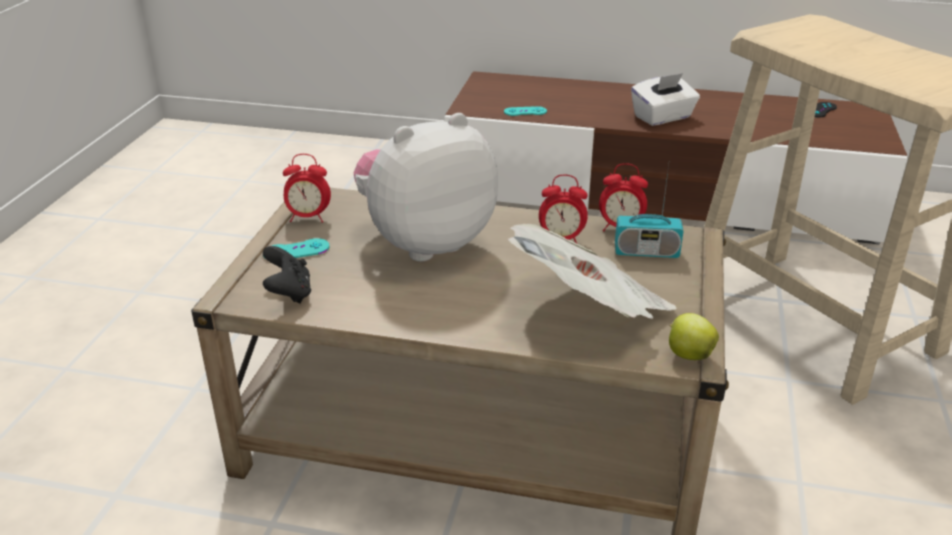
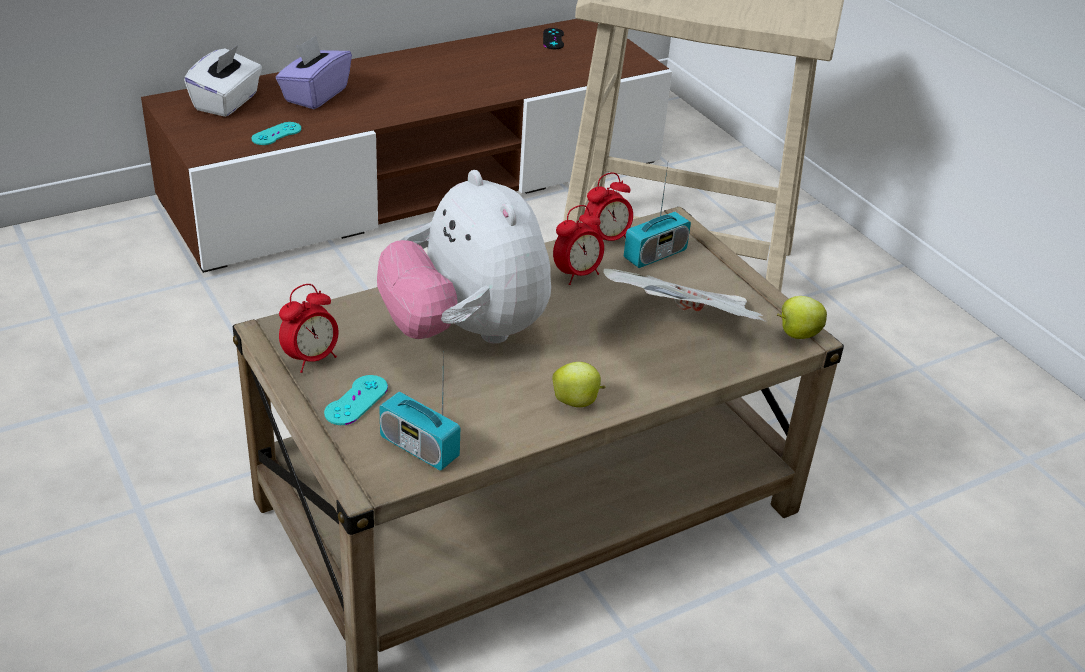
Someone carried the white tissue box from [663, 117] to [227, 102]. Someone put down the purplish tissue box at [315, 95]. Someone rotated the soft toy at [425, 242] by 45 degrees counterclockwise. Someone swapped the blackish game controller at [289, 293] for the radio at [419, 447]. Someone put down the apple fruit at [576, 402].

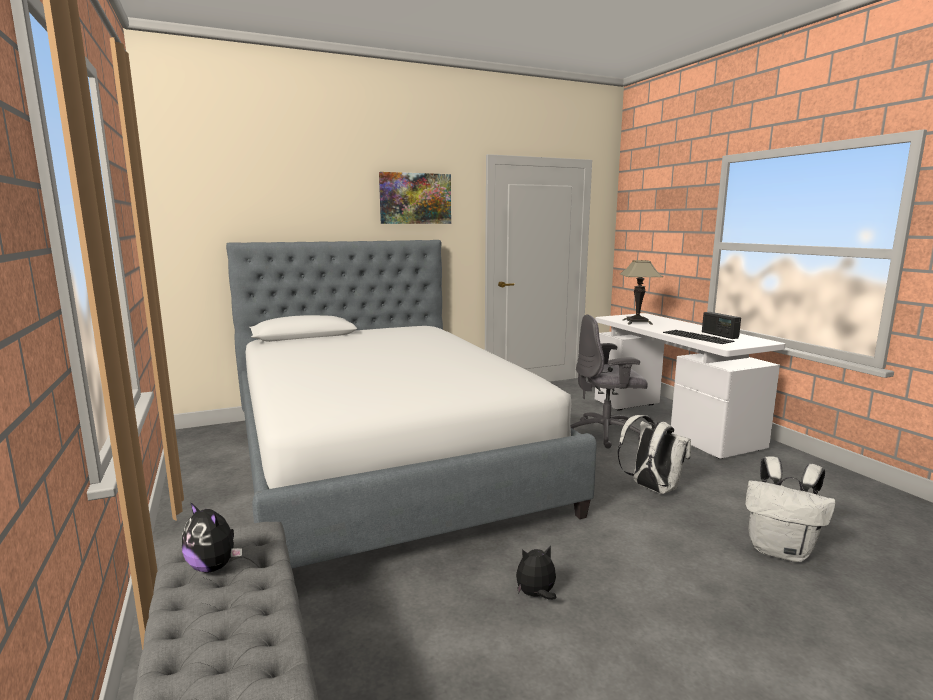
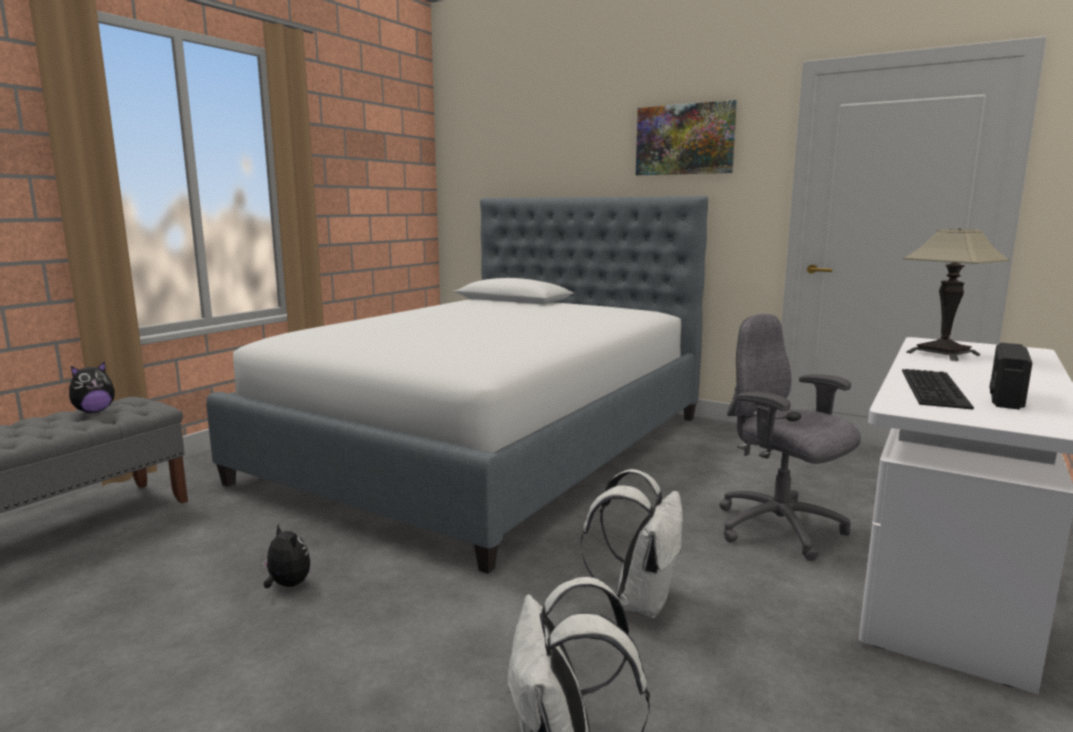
Someone rotated the soft toy at [214, 566] by 135 degrees counterclockwise.

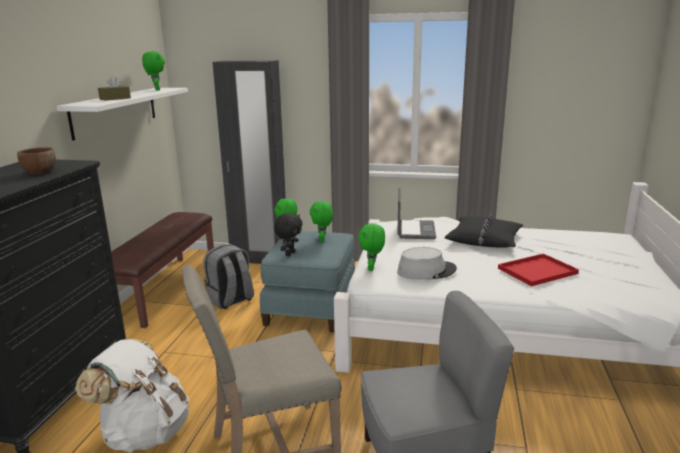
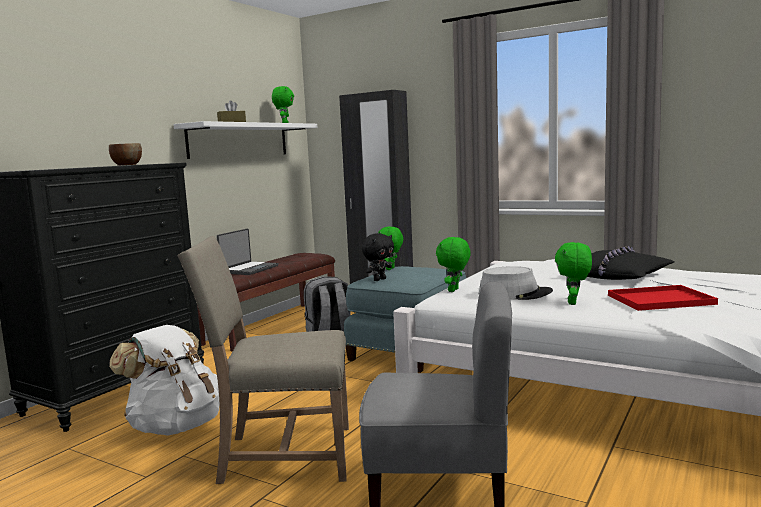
Someone carried the portable computer from [414, 230] to [249, 269]. Someone carried the green soft toy from [322, 240] to [573, 303].

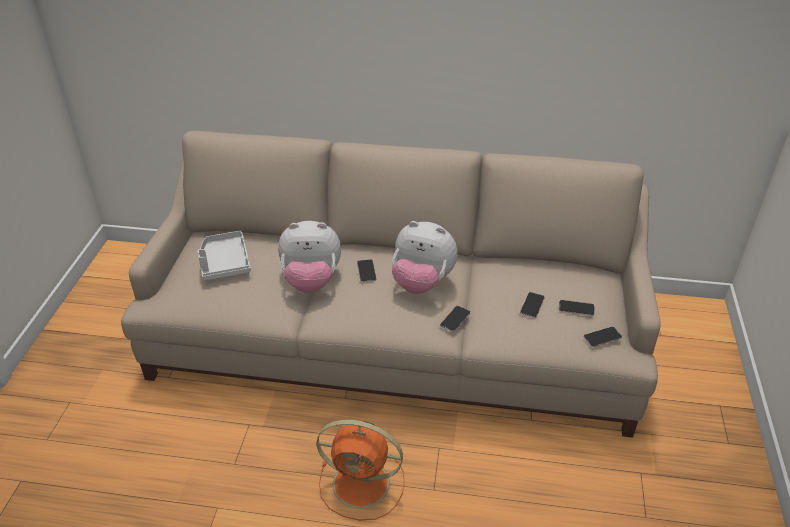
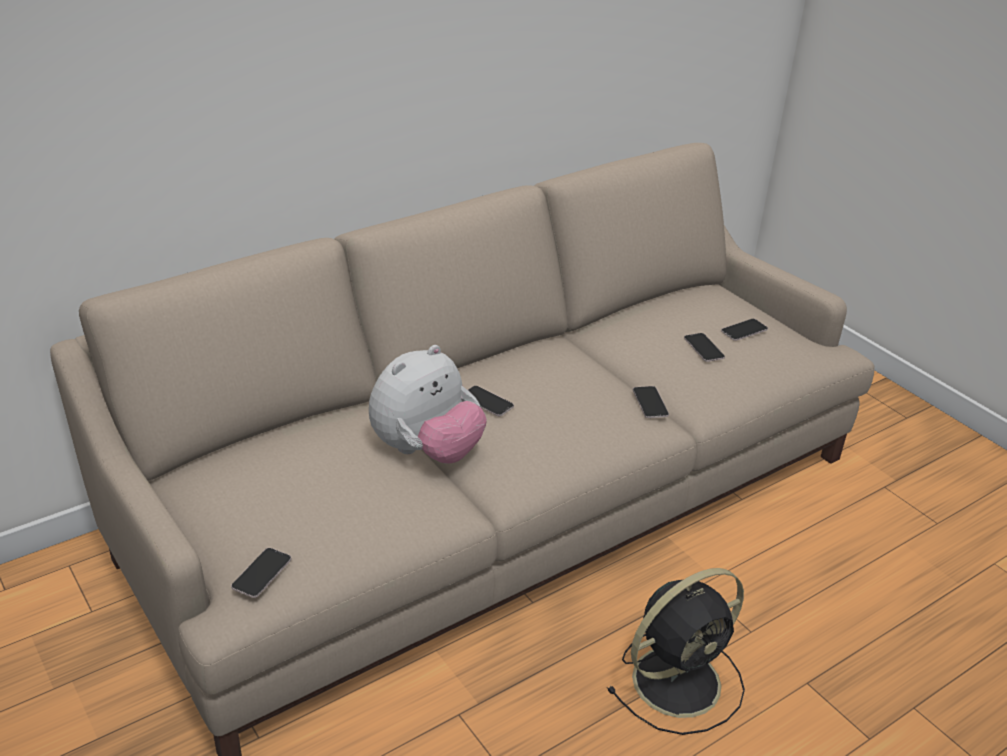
Someone carried the telephone from [602, 337] to [262, 573]. Someone repainted the orange-coloured cooling fan at [363, 484], which became the blackish cooling fan at [679, 680]. Someone took away the greyish carrying tray at [224, 263]. Someone took away the soft toy at [422, 283].

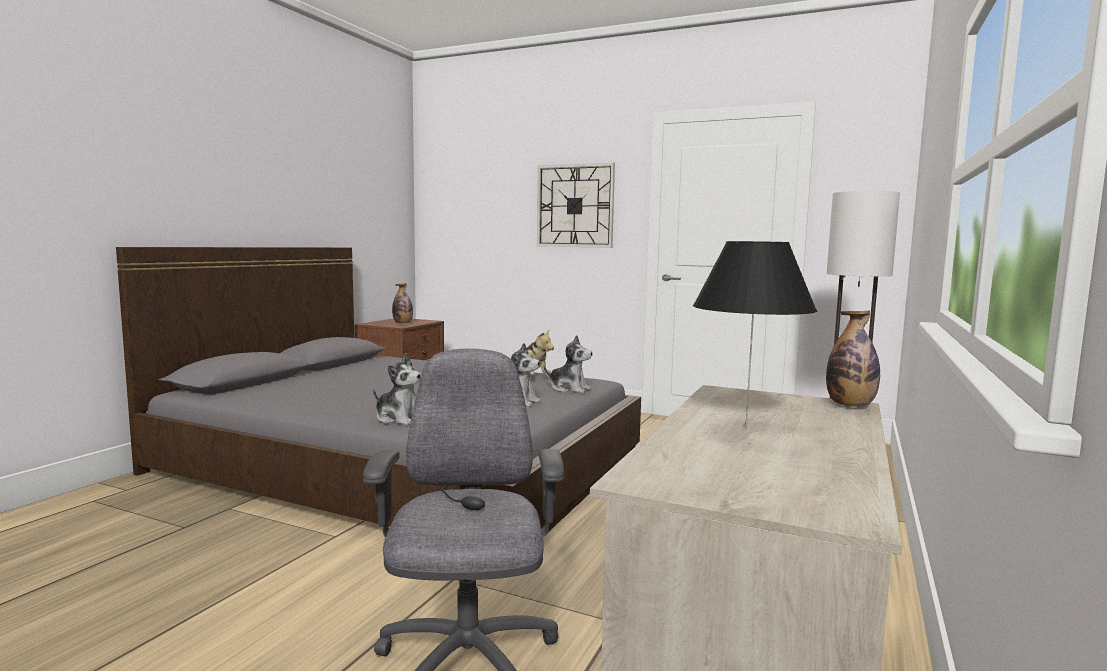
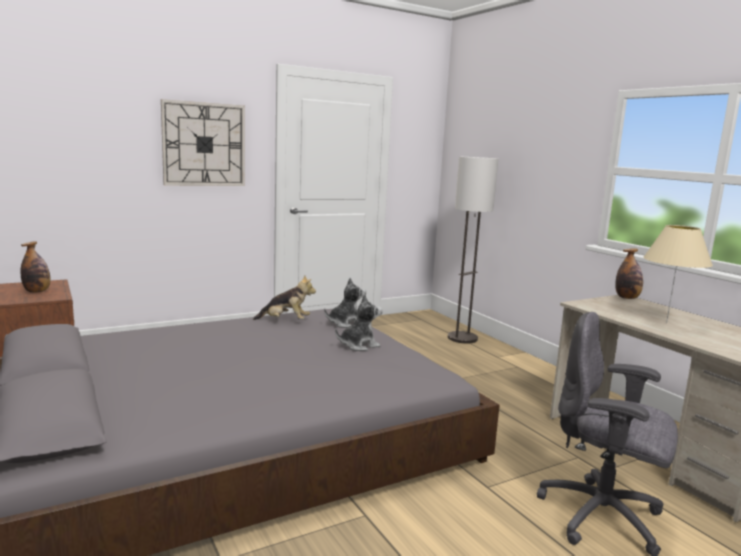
Someone repainted the blackish lamp for a table at [745, 428], which became the beige-coloured lamp for a table at [666, 323]. Someone took away the soft toy at [399, 419].

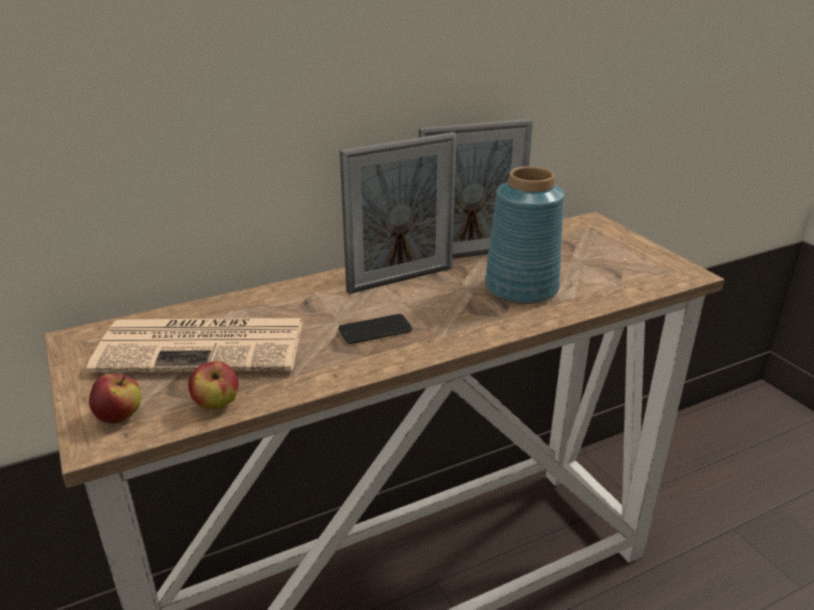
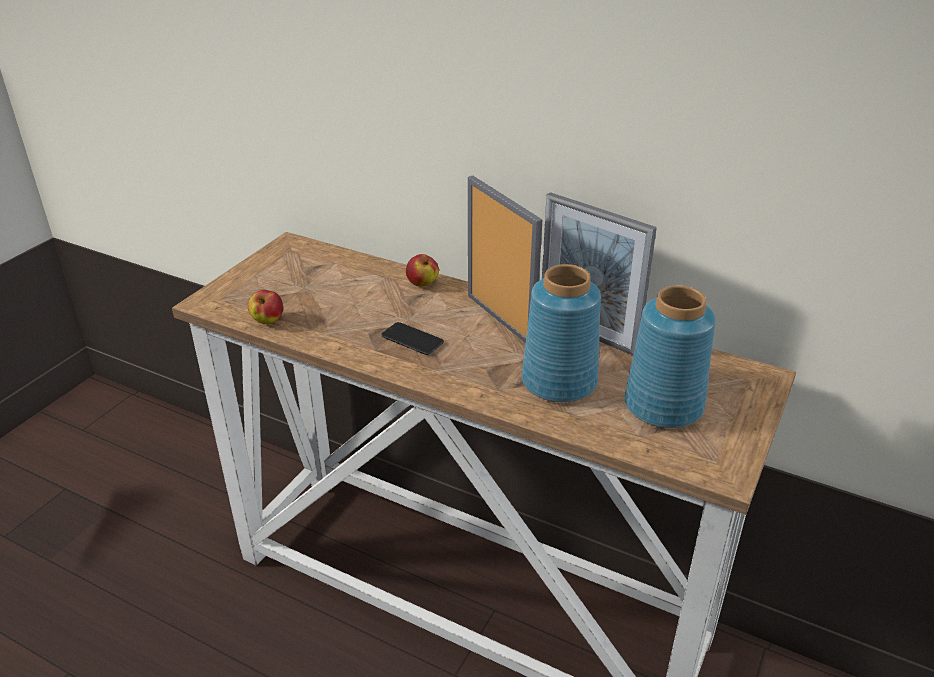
Someone carried the apple fruit from [120, 417] to [422, 284]. Someone rotated the standing frame at [400, 279] by 150 degrees counterclockwise. Someone put down the blue vase at [665, 405]. Someone took away the printed paper at [206, 346].

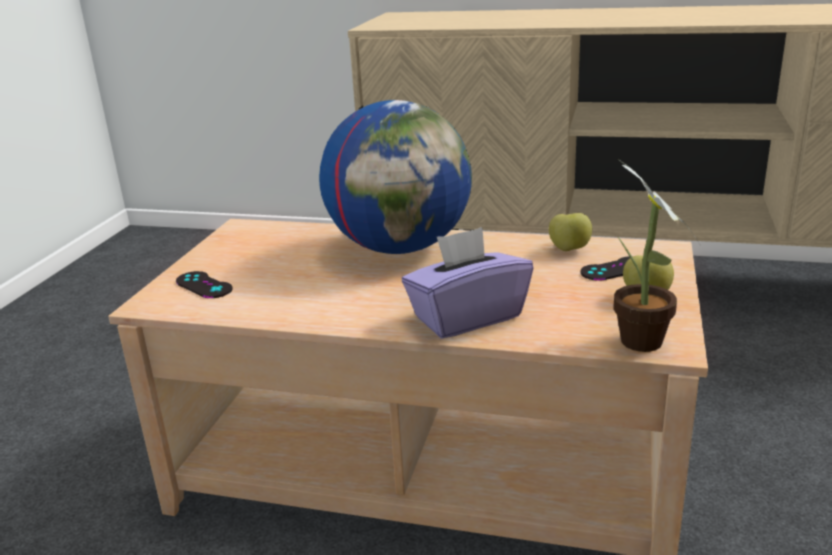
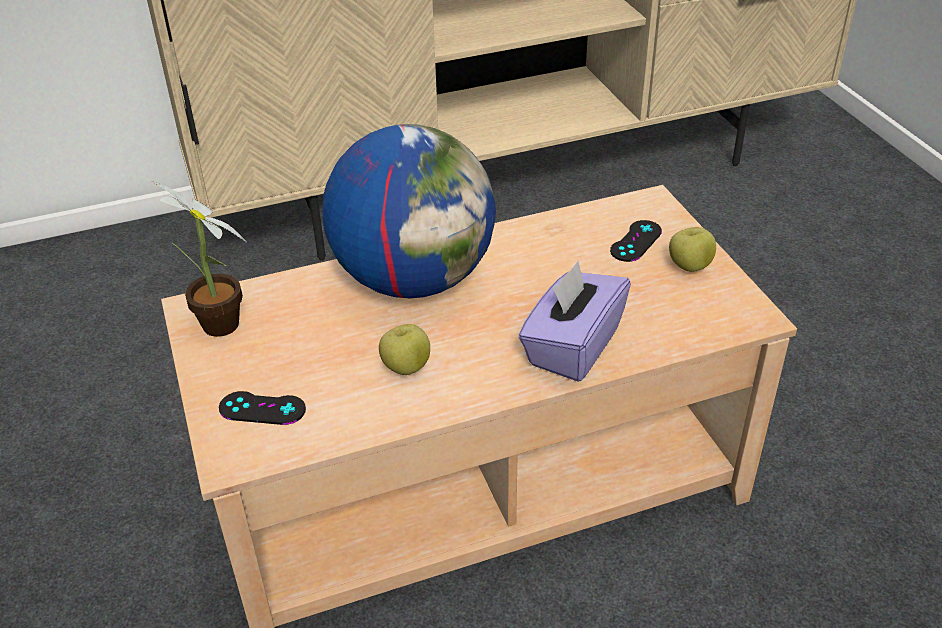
Someone carried the potted plant from [641, 345] to [222, 329]. Someone carried the apple fruit from [569, 250] to [406, 367].

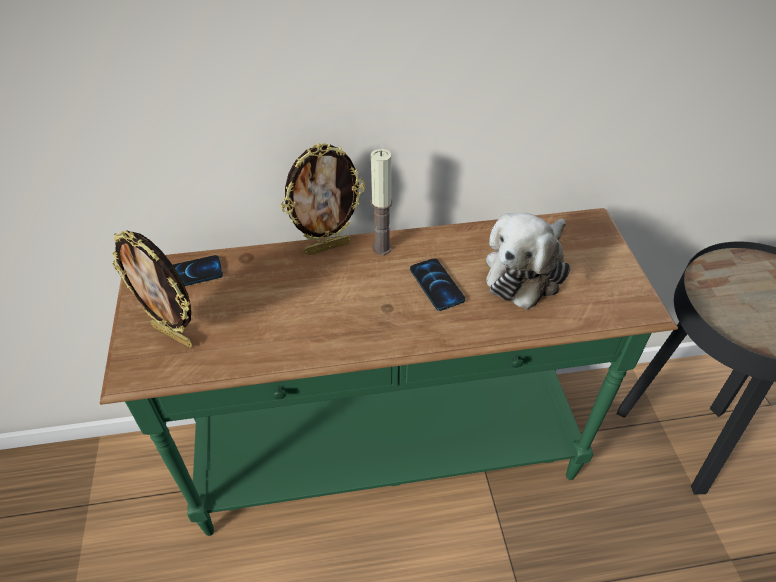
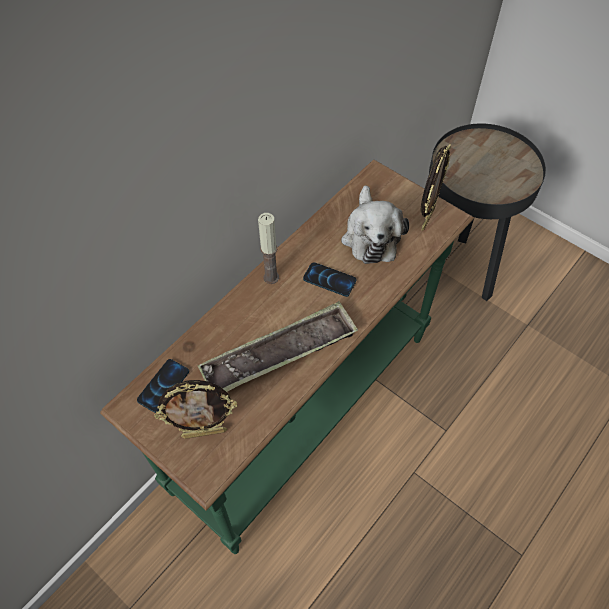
Someone put down the carrying tray at [280, 354]. Someone carried the standing frame from [327, 247] to [426, 218].

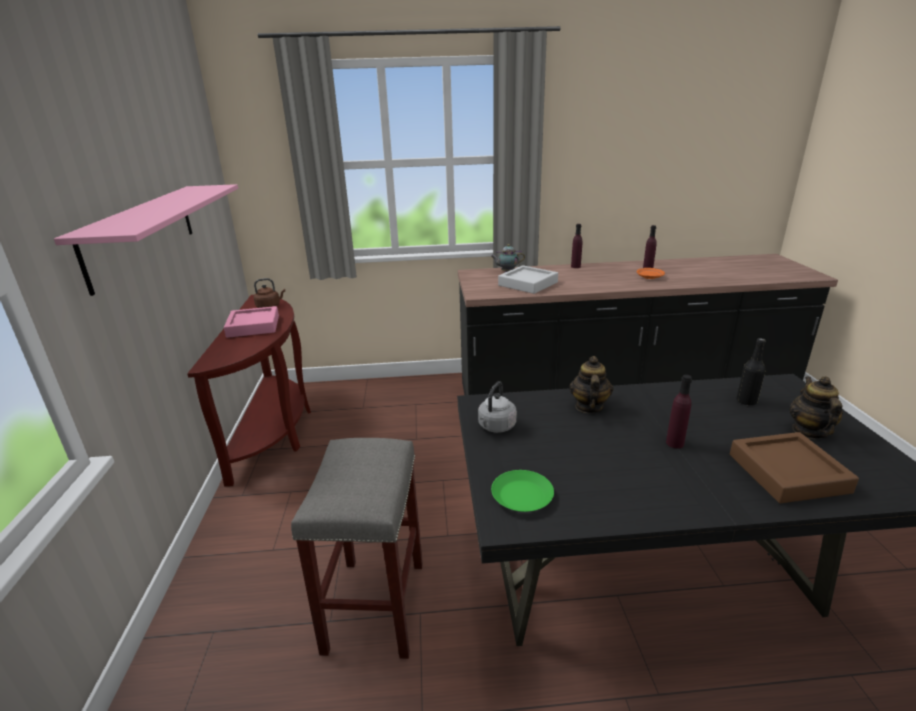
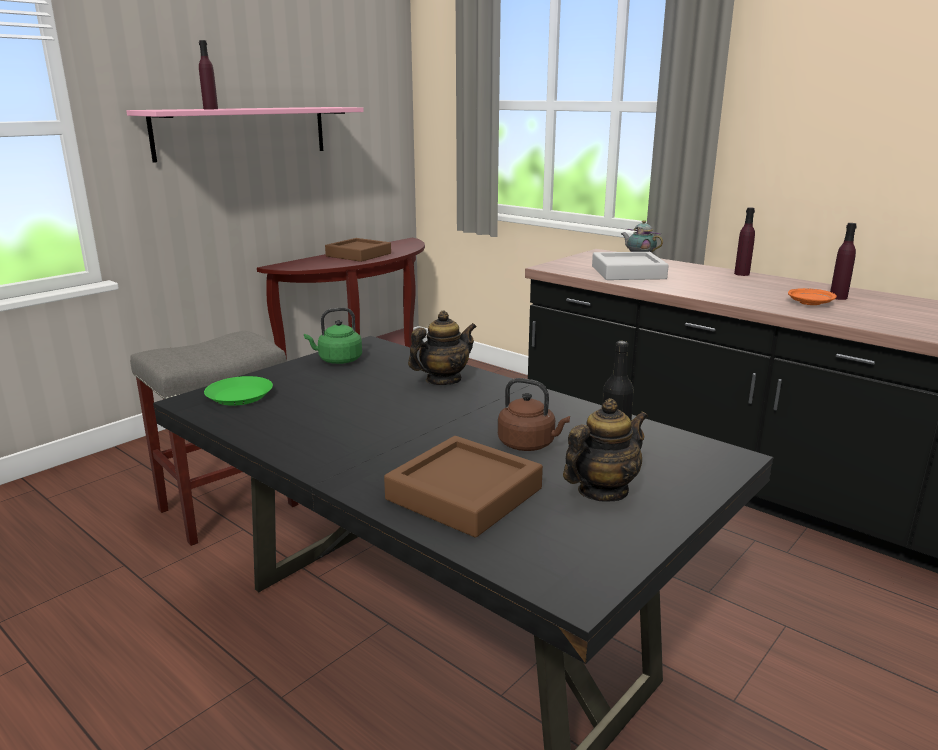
Someone carried the purplish bottle from [674, 443] to [210, 109]. Someone repainted the greyish tea kettle at [496, 427], which became the green tea kettle at [338, 360]. Someone repainted the pink carrying tray at [253, 326], which became the brown carrying tray at [358, 255]. Someone carried the brown tea kettle from [269, 306] to [529, 444].

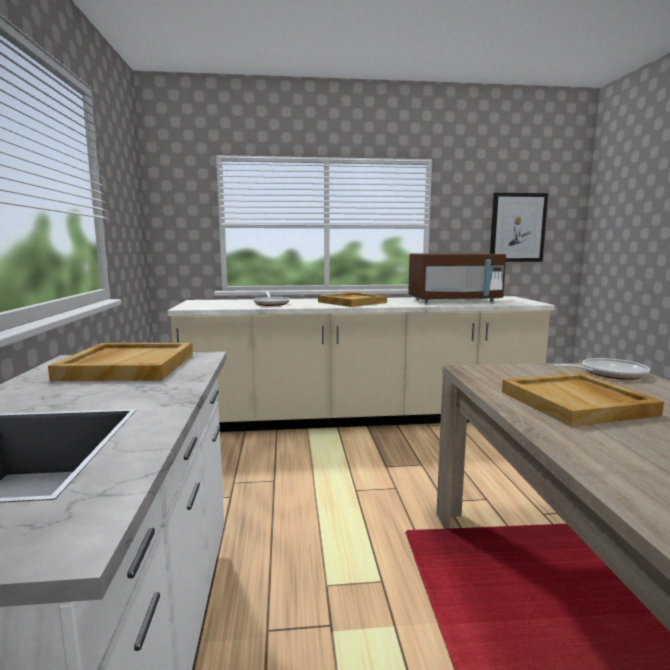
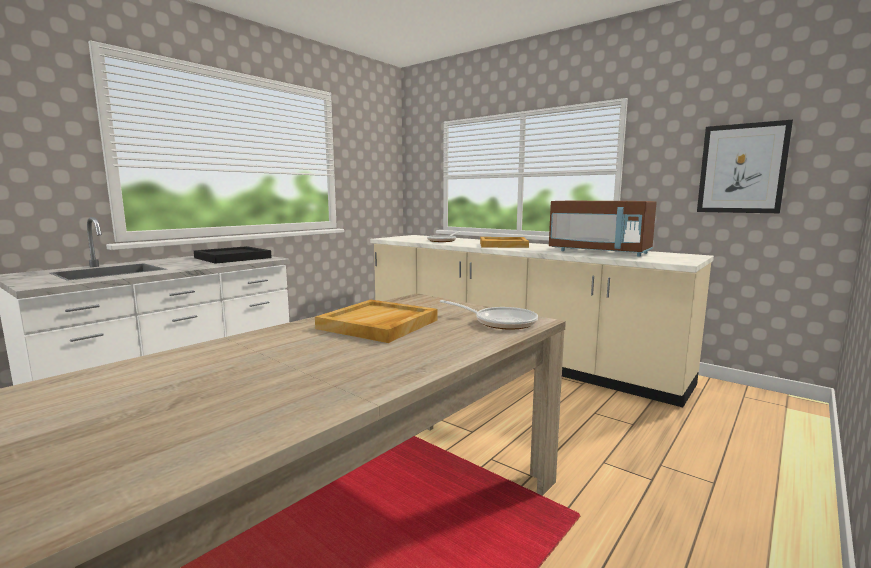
Someone repainted the beige-coloured carrying tray at [128, 366], which became the blackish carrying tray at [233, 257].

